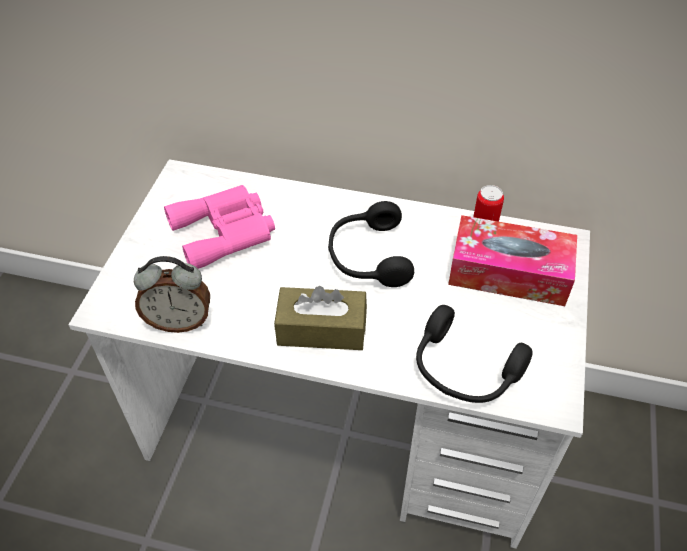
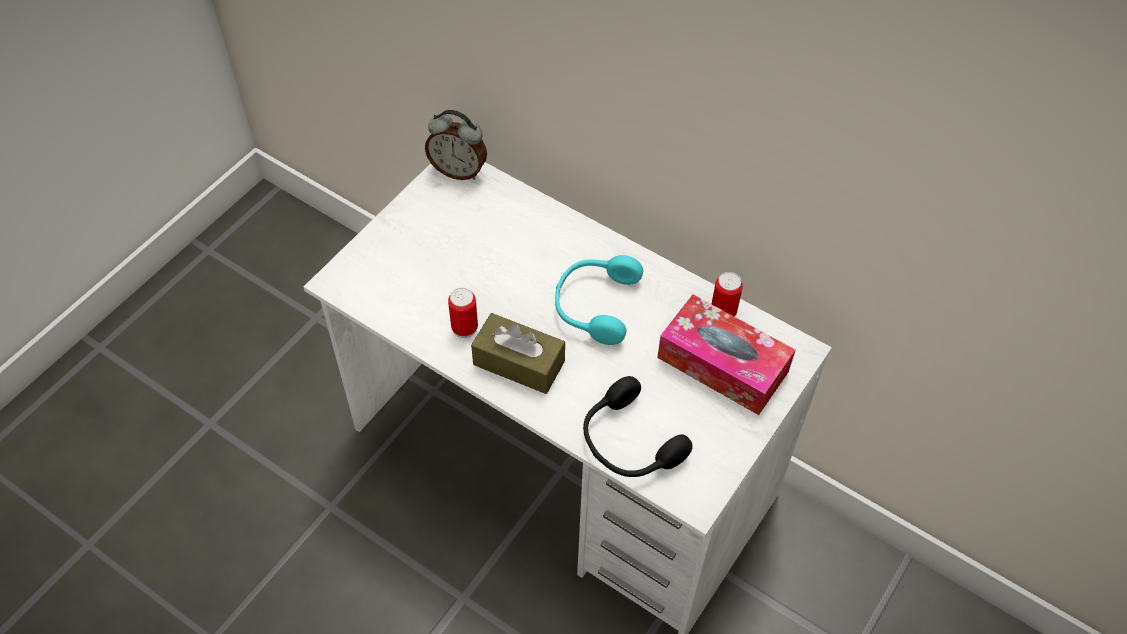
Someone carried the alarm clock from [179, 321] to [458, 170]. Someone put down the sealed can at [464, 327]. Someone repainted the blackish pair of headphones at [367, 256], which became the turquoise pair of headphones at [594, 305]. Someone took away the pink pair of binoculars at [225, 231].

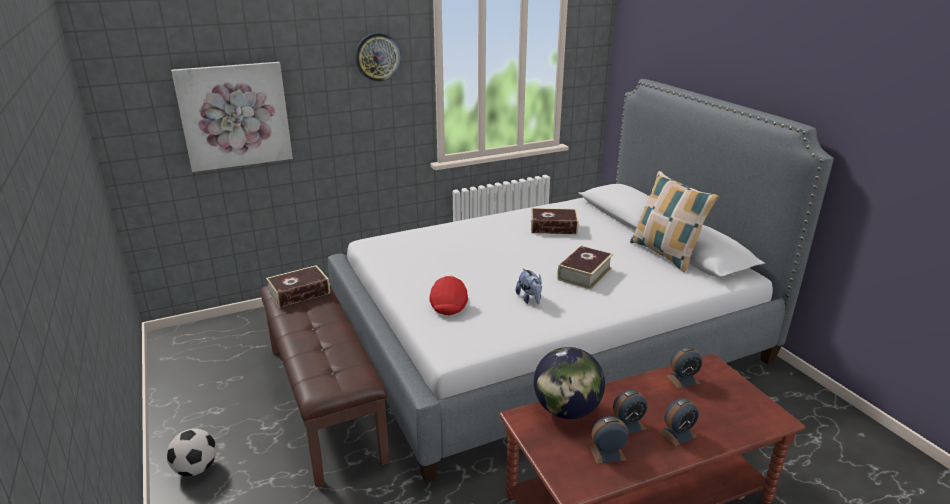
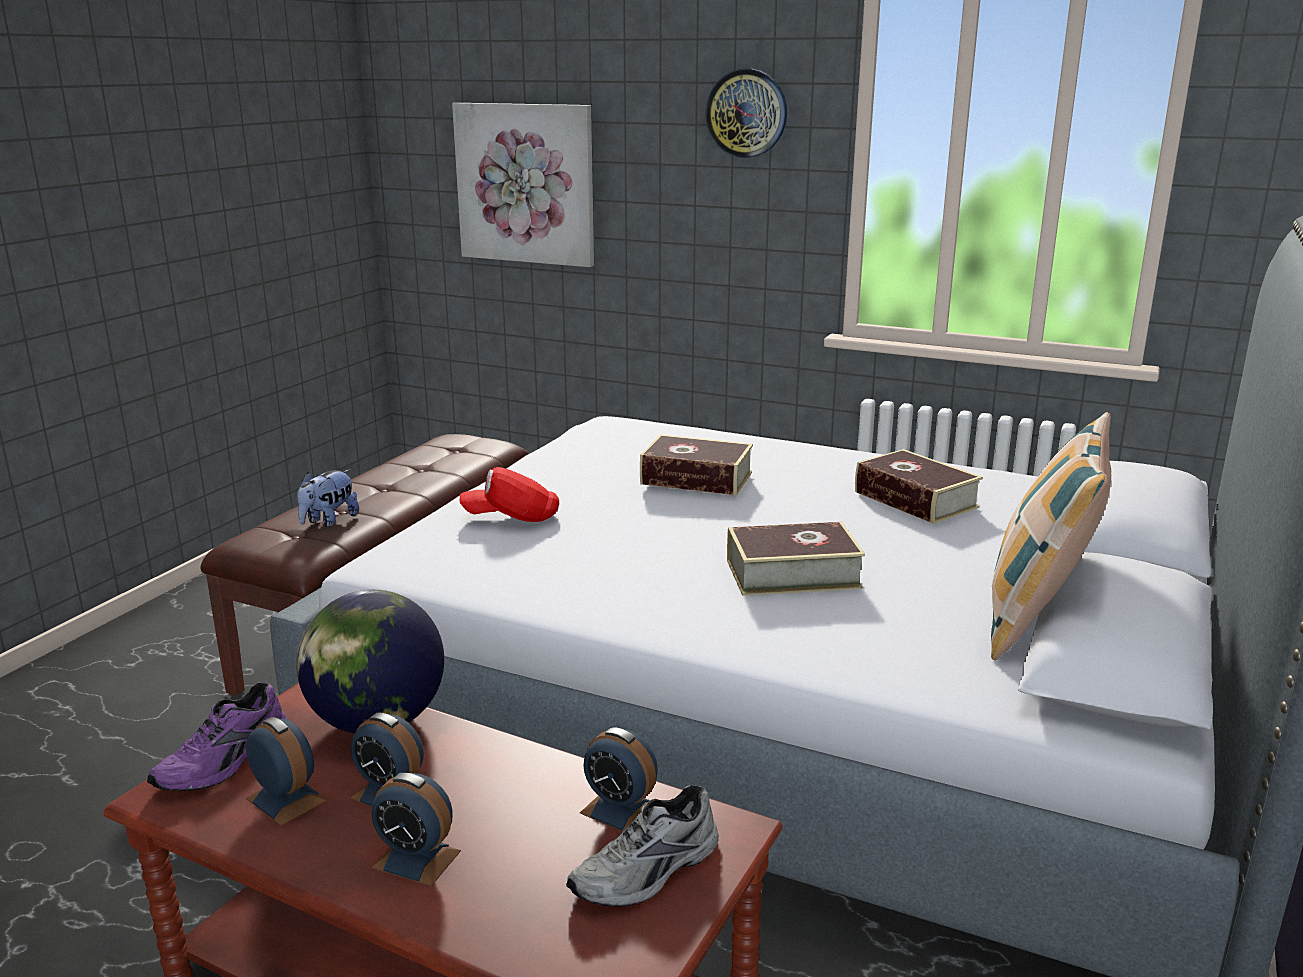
Someone put down the purplish low shoe at [226, 762]. Someone carried the soft toy from [530, 299] to [328, 521]. Someone rotated the red cap at [449, 304] by 150 degrees counterclockwise. Someone put down the greyish low shoe at [648, 873]. Someone carried the volume from [299, 293] to [696, 478]. Someone took away the ball for football at [196, 469].

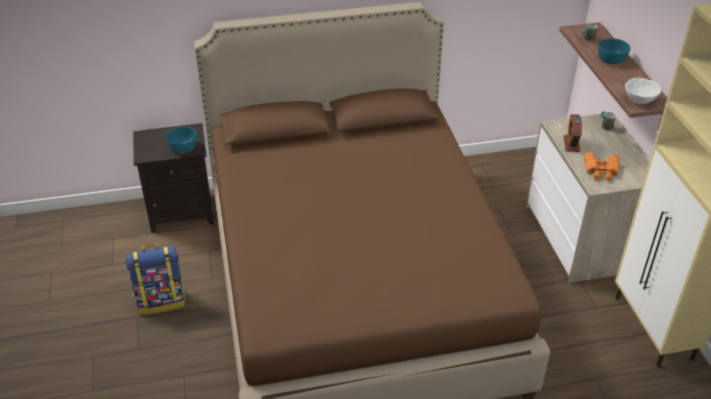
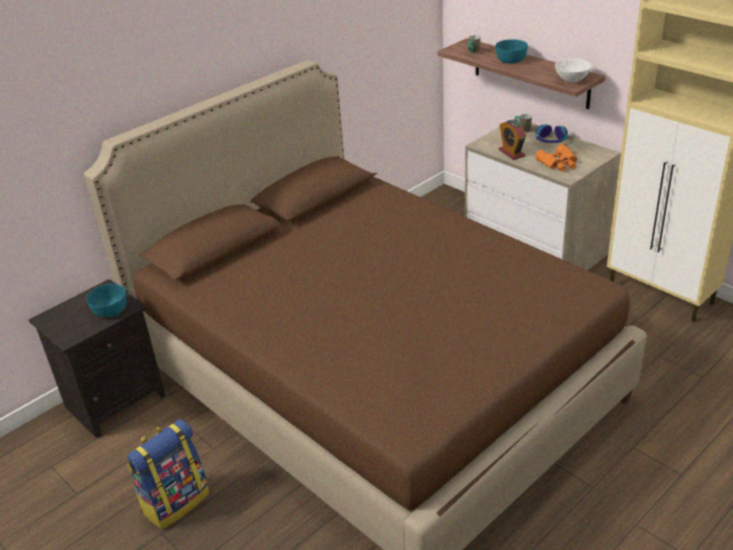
Someone put down the pair of headphones at [550, 140].

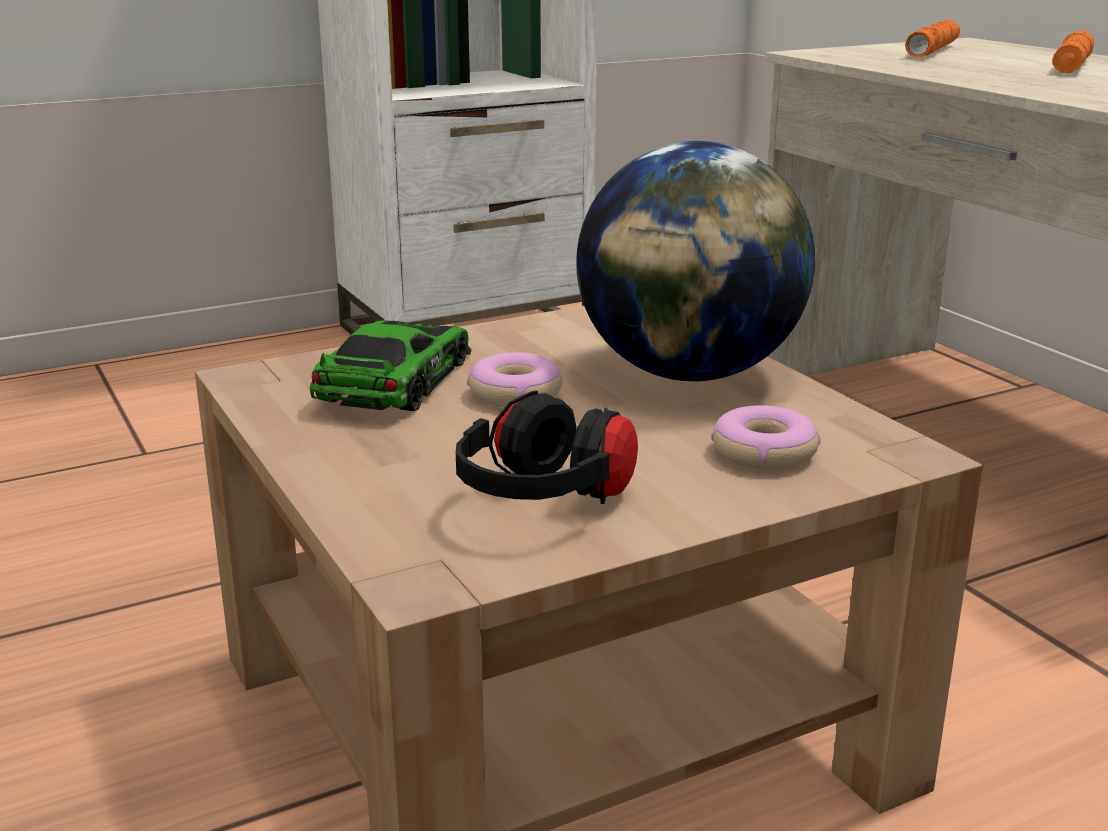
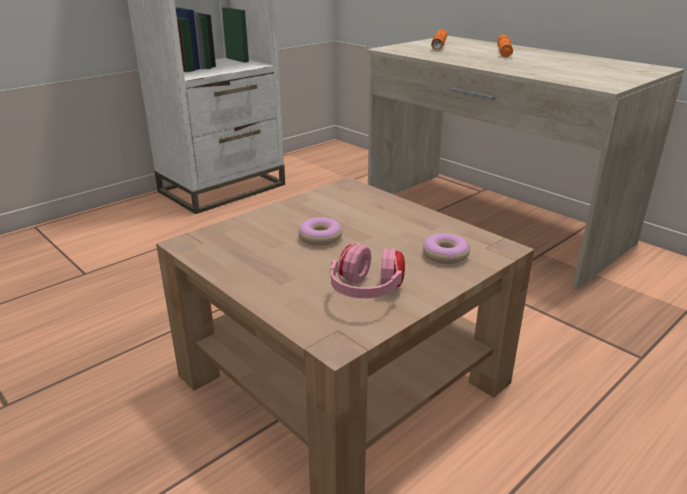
Someone repainted the blackish pair of headphones at [545, 502], which became the pink pair of headphones at [366, 293]. Someone took away the miniature car at [396, 381]. Someone took away the world globe at [689, 374].

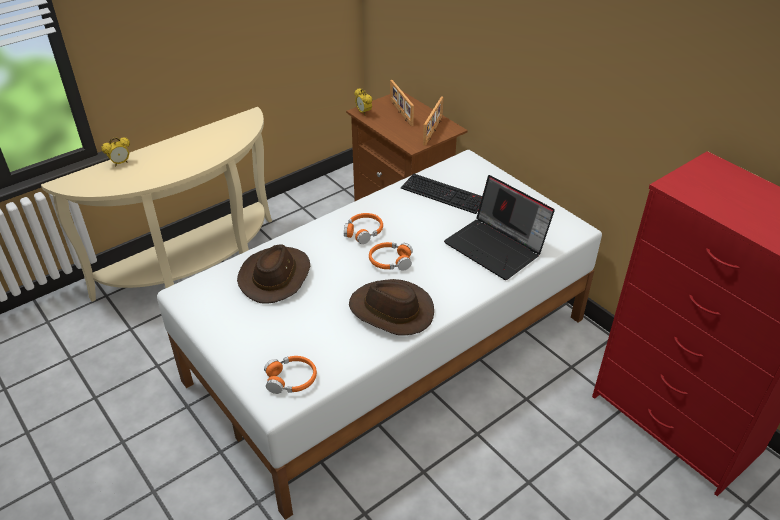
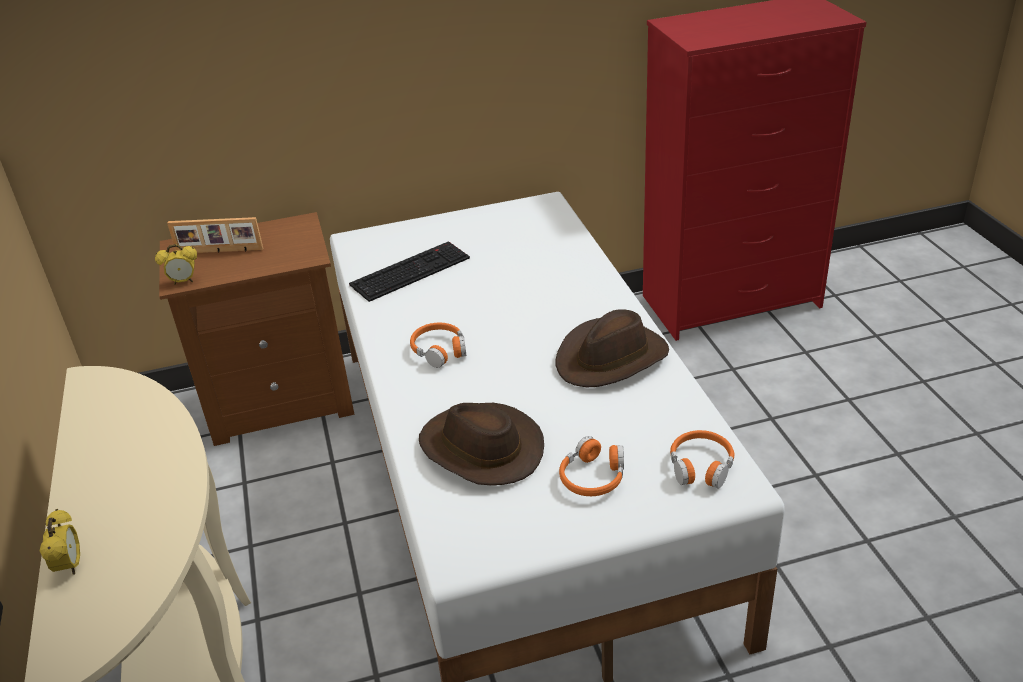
Someone carried the orange-coloured pair of headphones from [390, 261] to [593, 477]. Someone took away the standing frame at [433, 130]. Someone took away the portable computer at [497, 247].

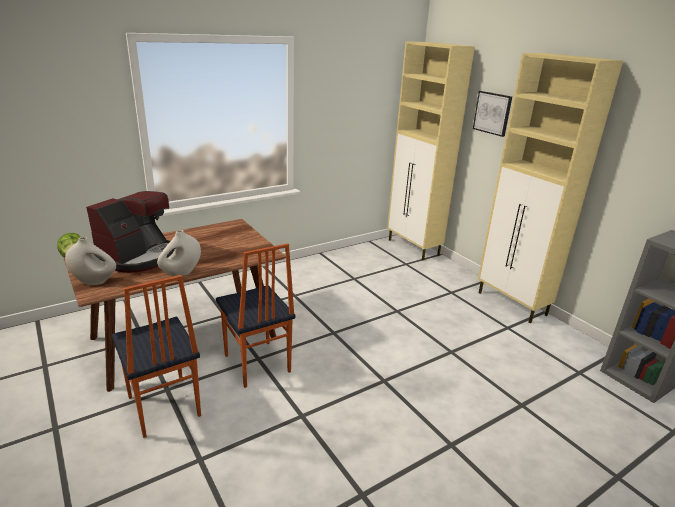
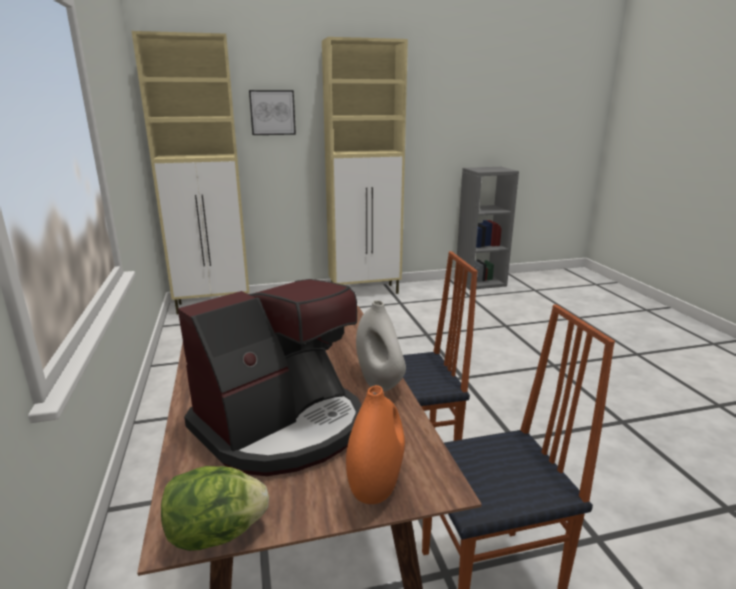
Someone rotated the coffee brewer at [139, 257] by 90 degrees clockwise. Someone repainted the white vase at [94, 281], which became the orange-coloured vase at [376, 485].

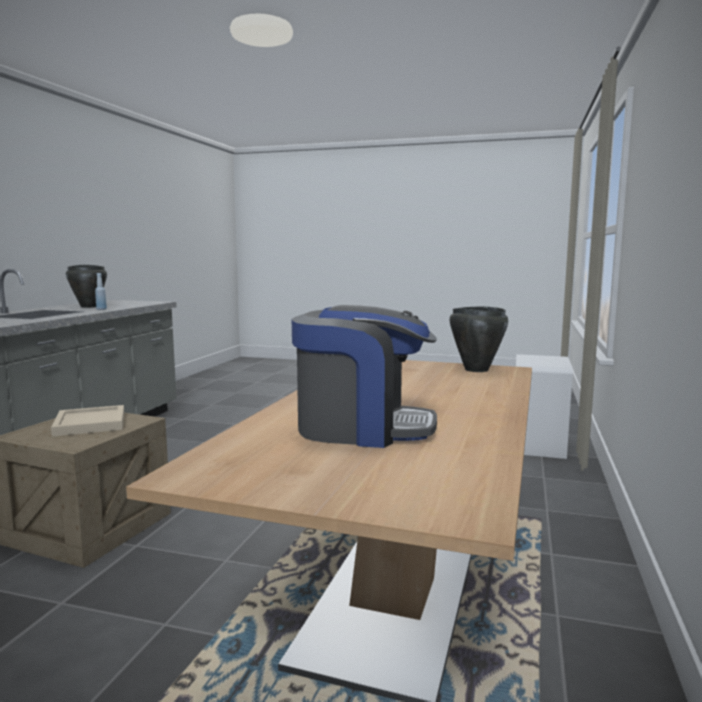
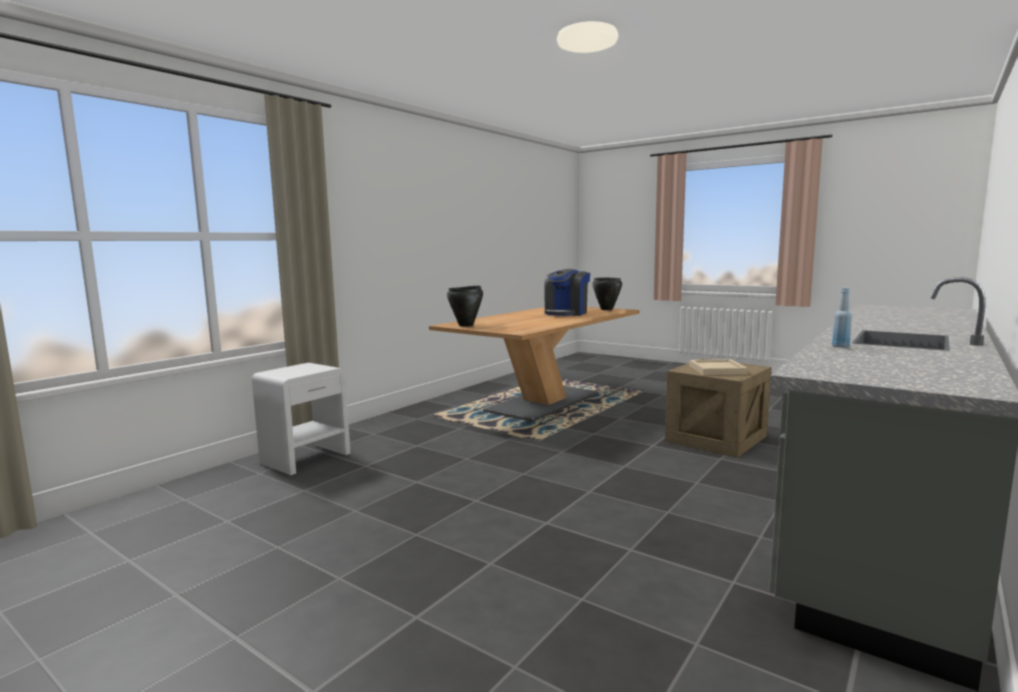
Someone rotated the coffee brewer at [362, 428] by 90 degrees counterclockwise. Someone carried the blackish saucepot from [89, 307] to [606, 309].

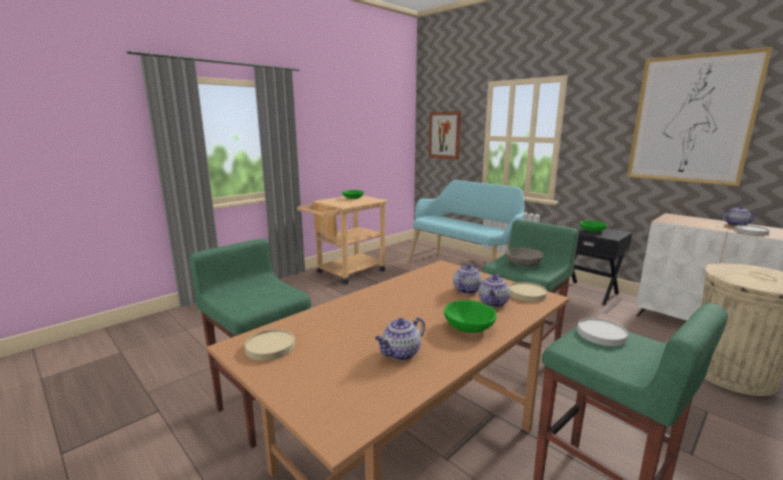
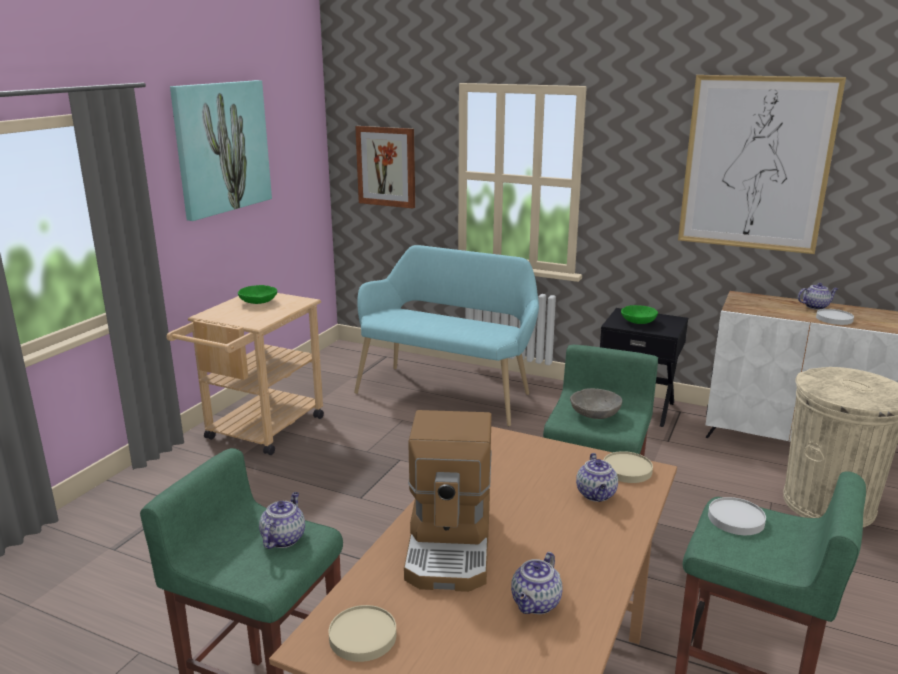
Someone put up the picture at [221, 147]. Someone carried the teapot from [466, 290] to [283, 538]. Someone put down the coffee brewer at [451, 544]. Someone took away the green deep dish at [469, 327].

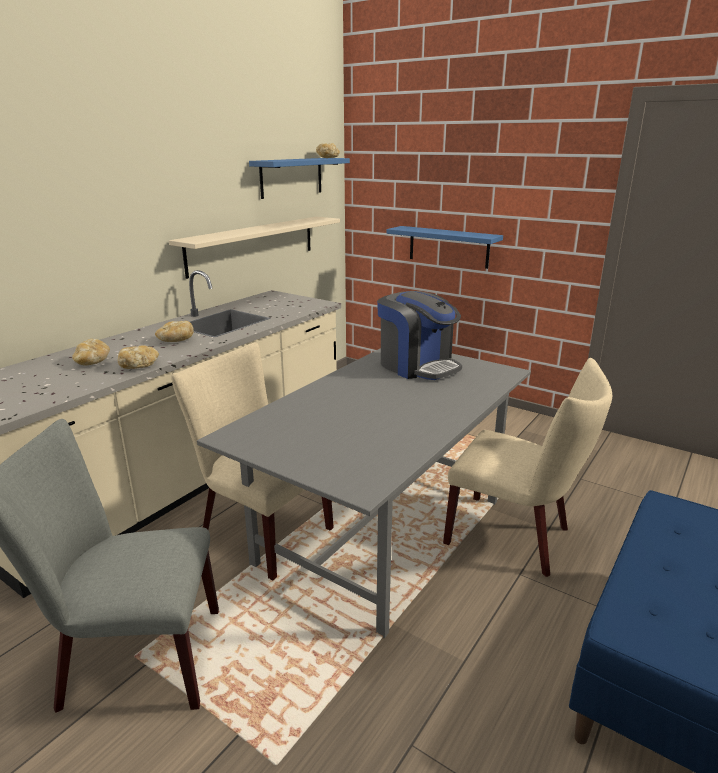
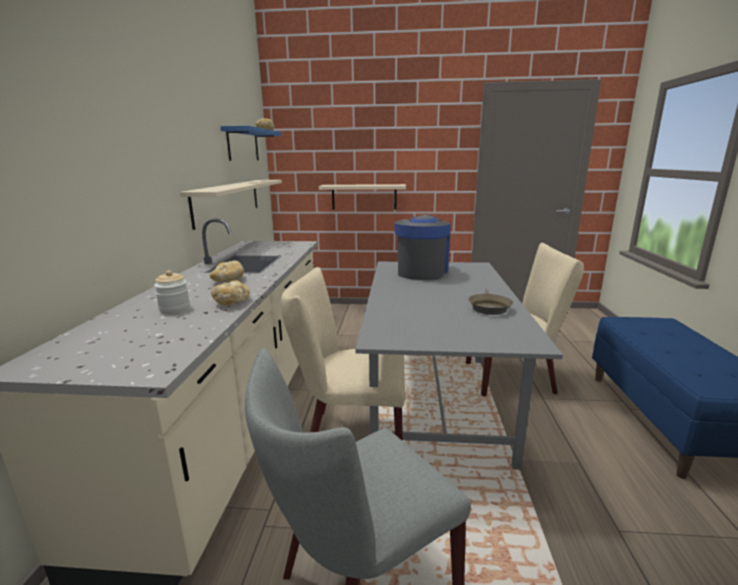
Someone swapped the bread at [92, 362] for the preserve jar at [174, 308]. Someone repainted the blue shelf at [448, 247], which became the beige-coloured shelf at [364, 197]. Someone rotated the coffee brewer at [417, 366] by 90 degrees counterclockwise. Someone put down the brown frying pan at [488, 307].

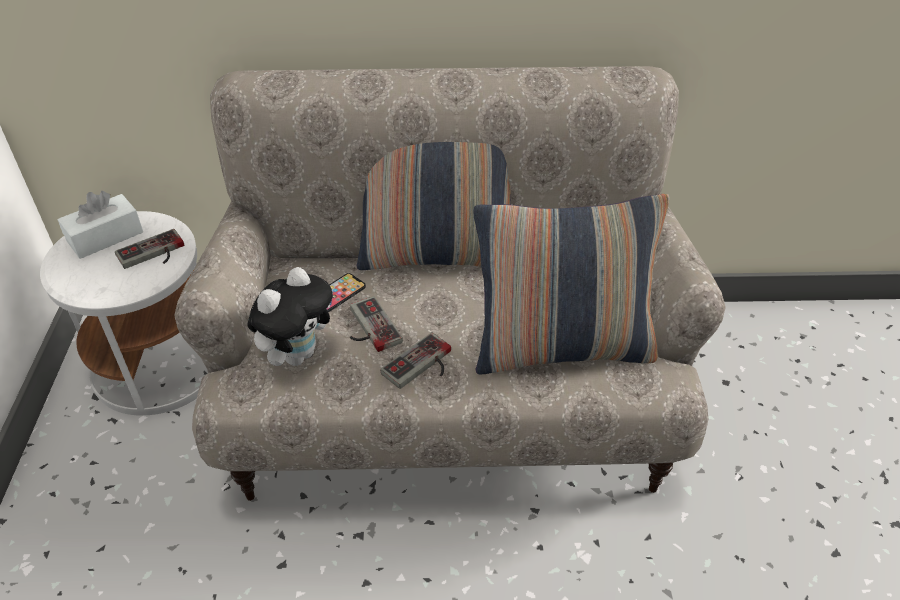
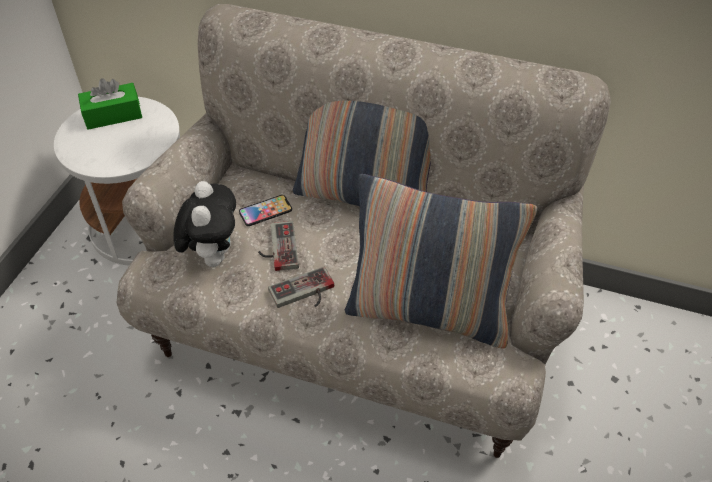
Someone repainted the white tissue box at [105, 237], which became the green tissue box at [113, 115]. Someone rotated the soft toy at [297, 354] by 60 degrees counterclockwise. Someone took away the game controller at [153, 254].

